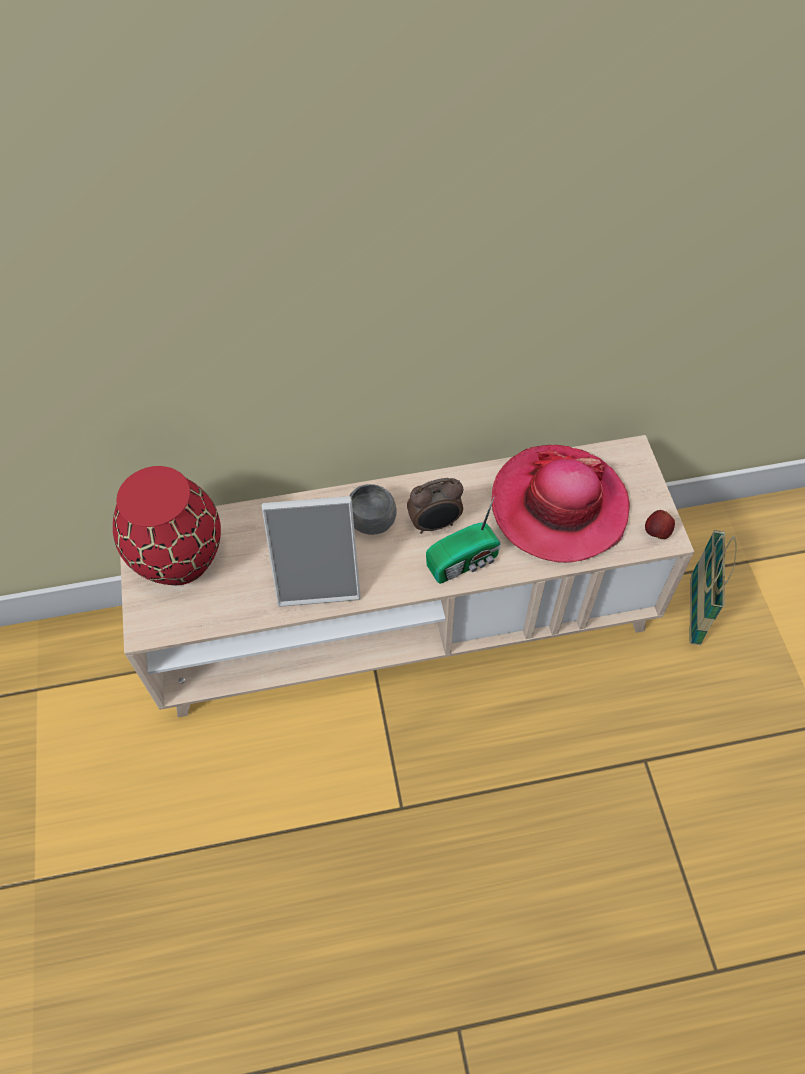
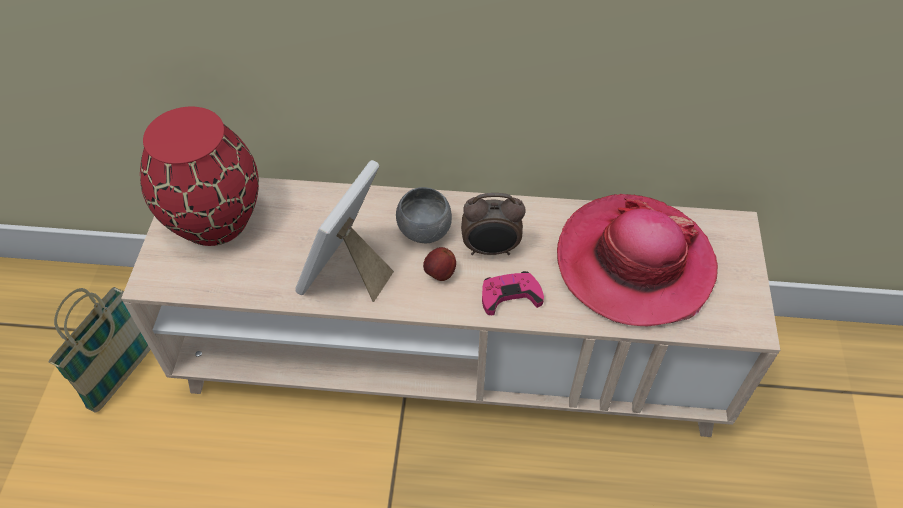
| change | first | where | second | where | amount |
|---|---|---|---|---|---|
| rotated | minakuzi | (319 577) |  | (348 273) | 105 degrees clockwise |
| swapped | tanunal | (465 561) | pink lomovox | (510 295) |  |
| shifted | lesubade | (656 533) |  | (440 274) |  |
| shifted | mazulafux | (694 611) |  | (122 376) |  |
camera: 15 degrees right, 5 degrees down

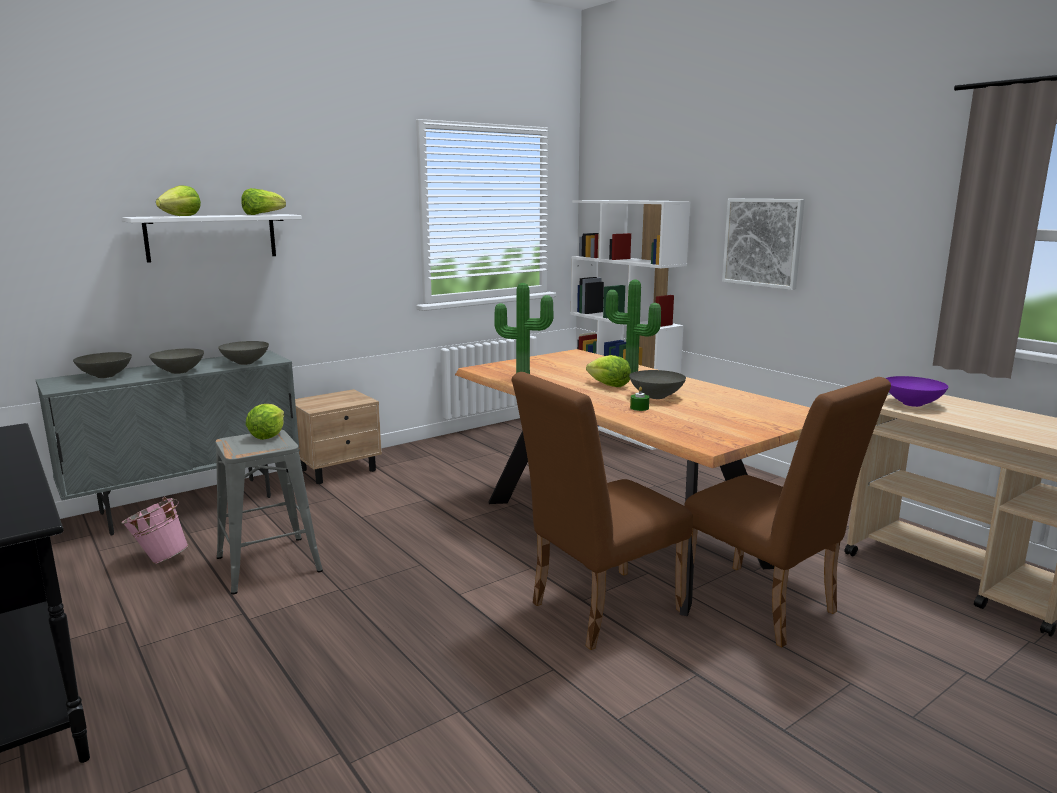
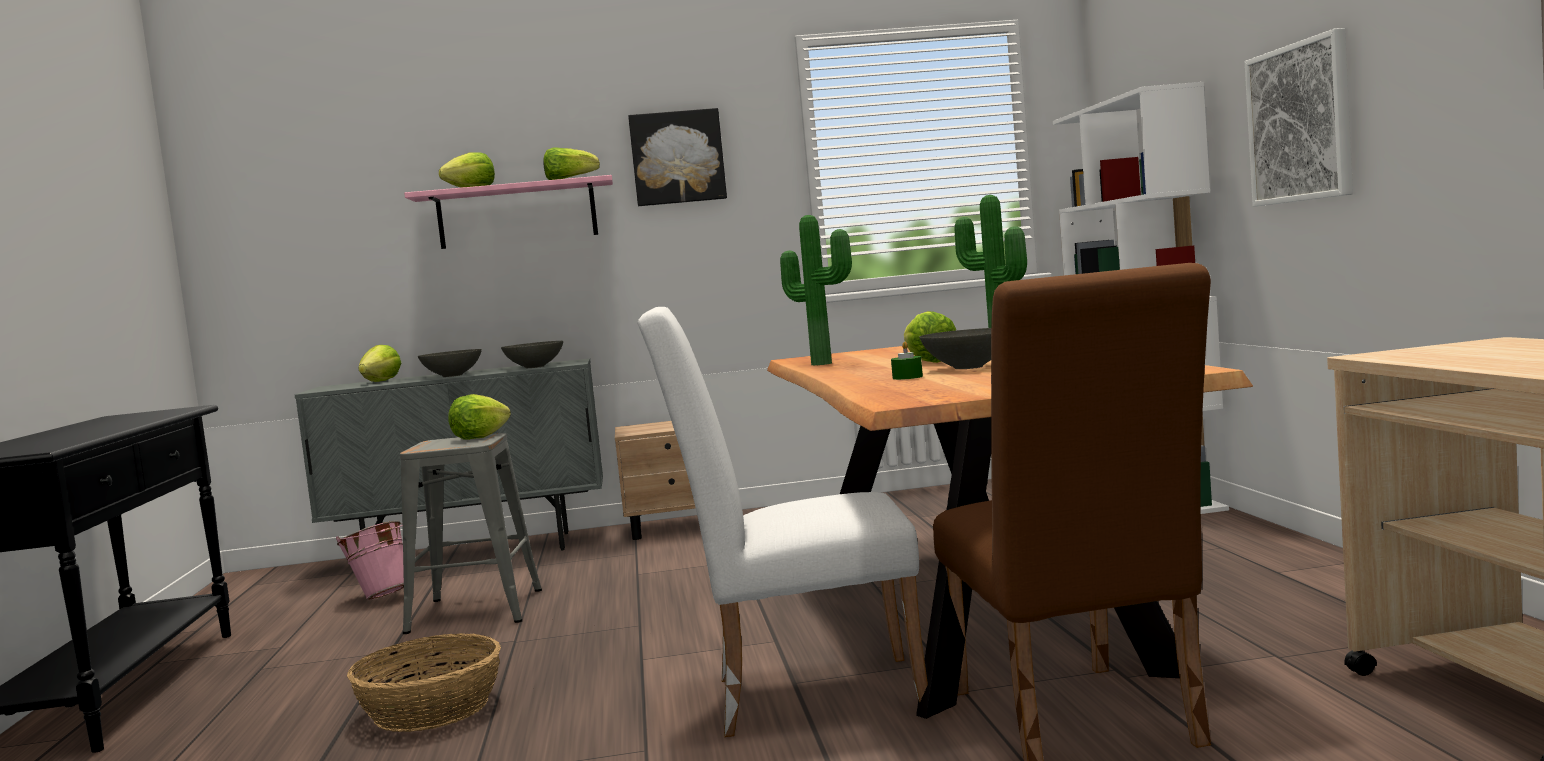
| change | first | where | second | where | amount |
|---|---|---|---|---|---|
| repainted | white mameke | (211 237) | pink mameke | (517 215) |  |
| swapped | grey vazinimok | (106 376) | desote | (380 381) |  |
| repainted | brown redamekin | (597 610) | white redamekin | (799 695) |  |
| gone | purple vazinimok | (911 404) |  |  |  |
| new |  |  | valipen | (677 157) |  |
| new |  |  | mazulafux | (433 709) |  |
camera: 30 degrees right, 10 degrees down

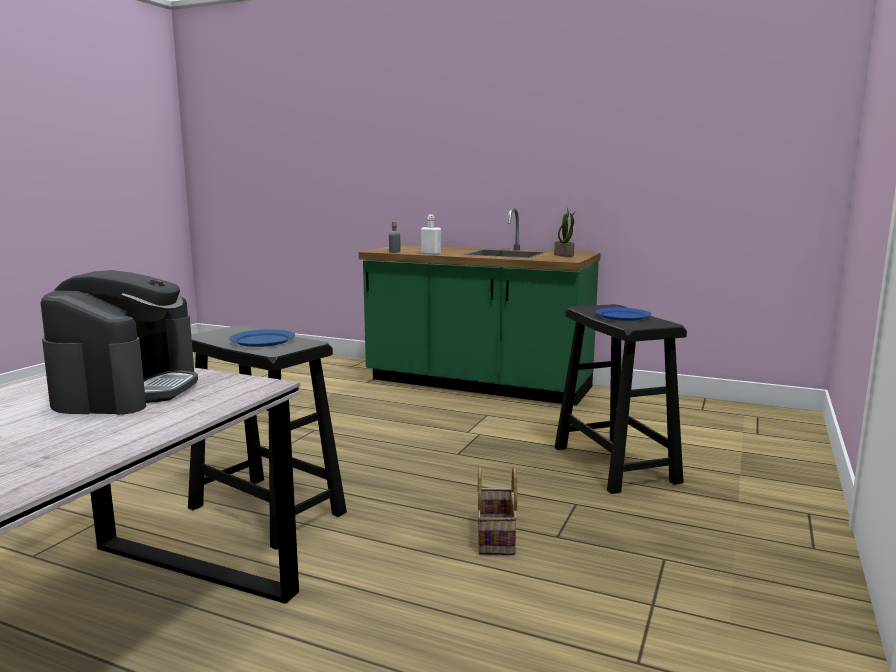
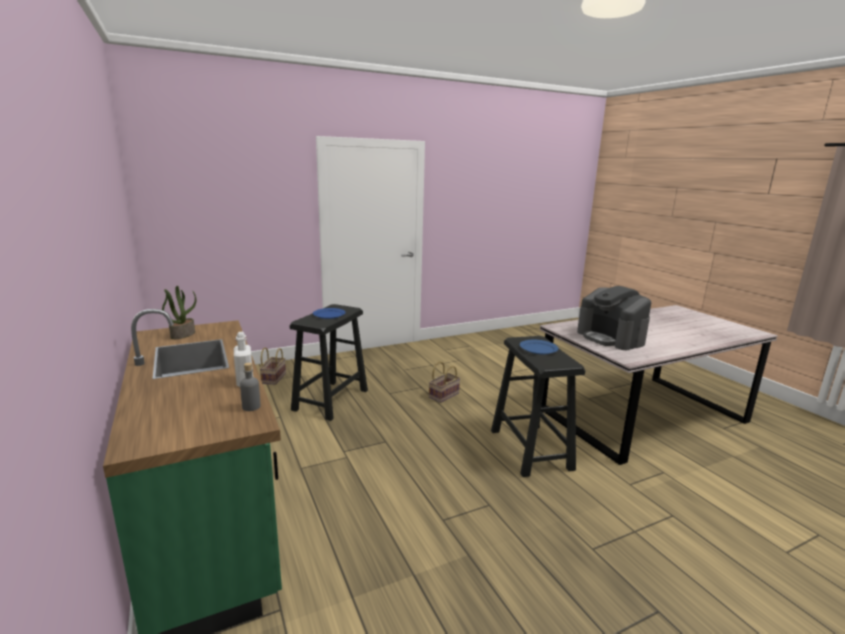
| change | first | where | second | where | amount |
|---|---|---|---|---|---|
| rotated | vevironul | (128 390) |  | (611 338) | 75 degrees counterclockwise |
| new |  |  | mazulafux | (273 378) |  |
camera: 140 degrees left, 5 degrees up

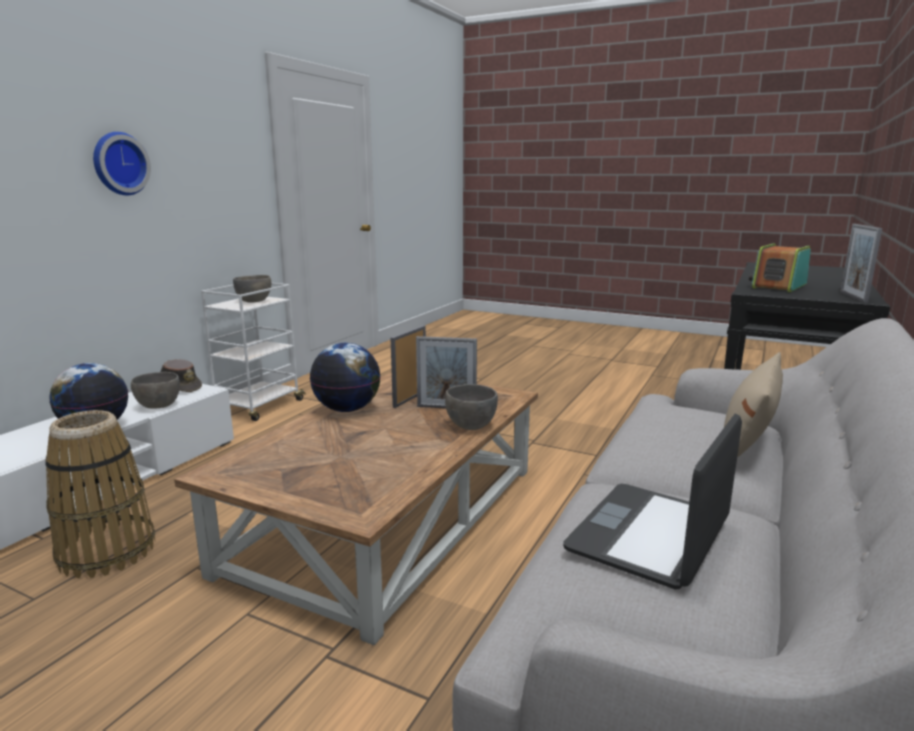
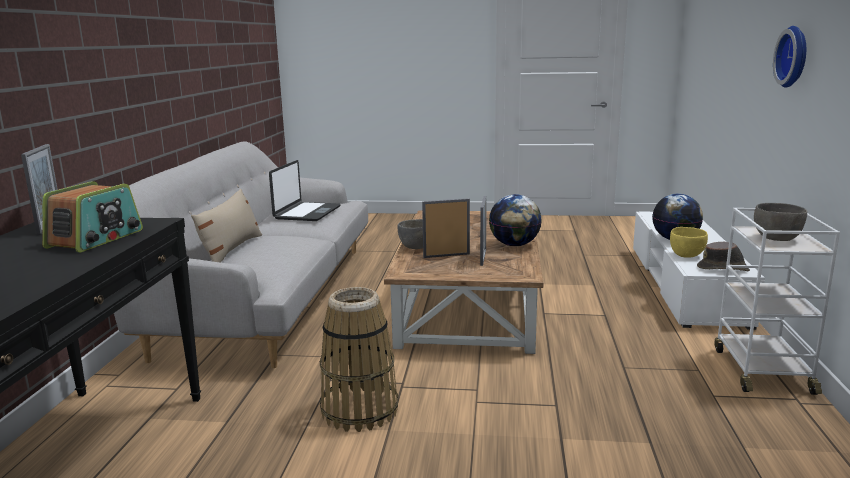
| change | first | where | second | where | amount |
|---|---|---|---|---|---|
| repainted | grey vazinimok | (158 406) | yellow vazinimok | (686 255) |  |
| shifted | mazulafux | (107 551) |  | (360 410) |  |
camera: 160 degrees right, 0 degrees up

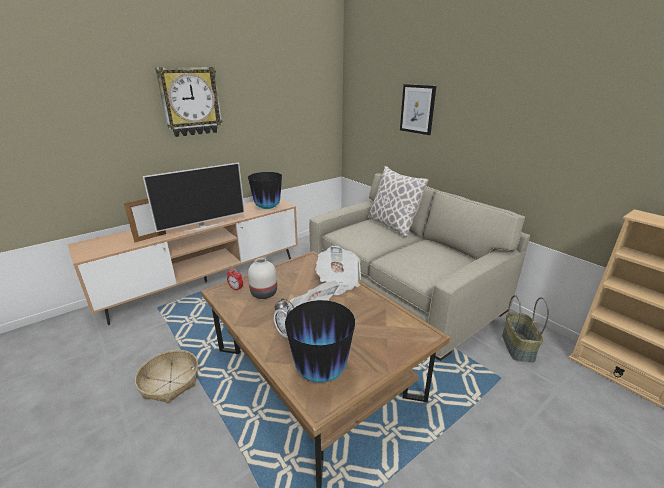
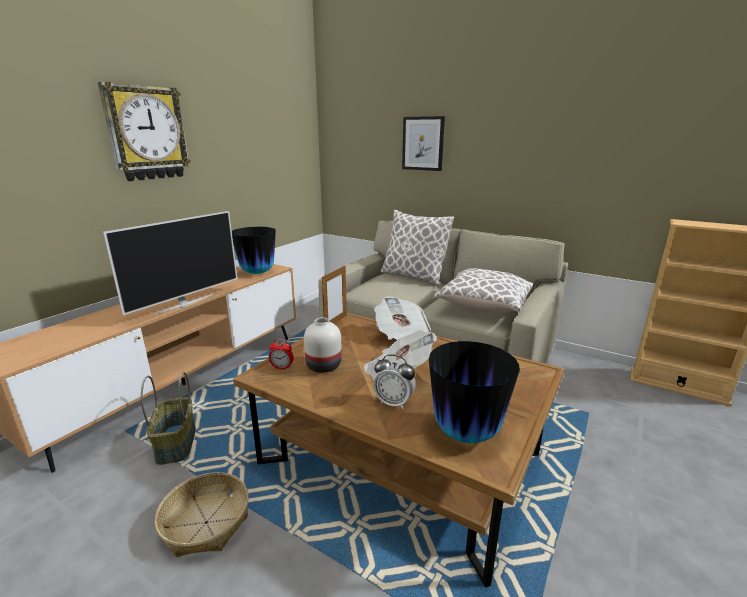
| change | first | where | second | where | amount |
|---|---|---|---|---|---|
| shifted | minakuzi | (150 238) |  | (335 322) |  |
| shifted | mazulafux | (518 347) |  | (177 444) |  |
| new |  |  | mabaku | (483 306) |  |
camera: 20 degrees left, 5 degrees down

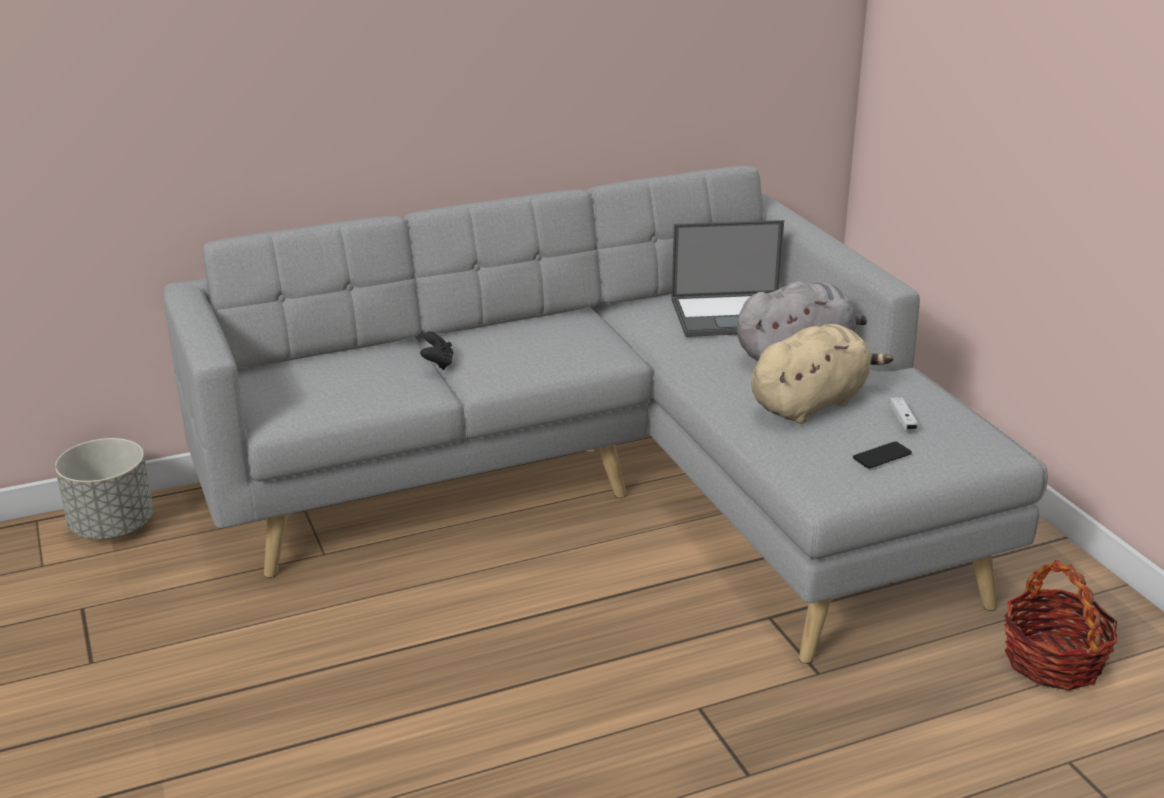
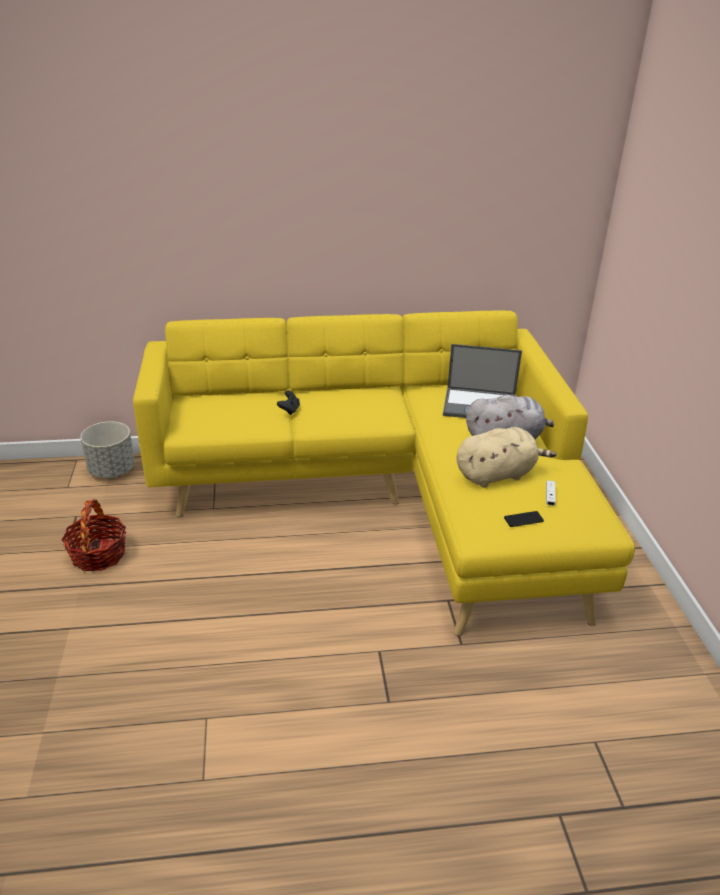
| change | first | where | second | where | amount |
|---|---|---|---|---|---|
| repainted | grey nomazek | (621 498) | yellow nomazek | (394 504) |  |
| shifted | mazulafux | (1052 661) |  | (98 554) |  |
camera: 15 degrees right, 5 degrees up

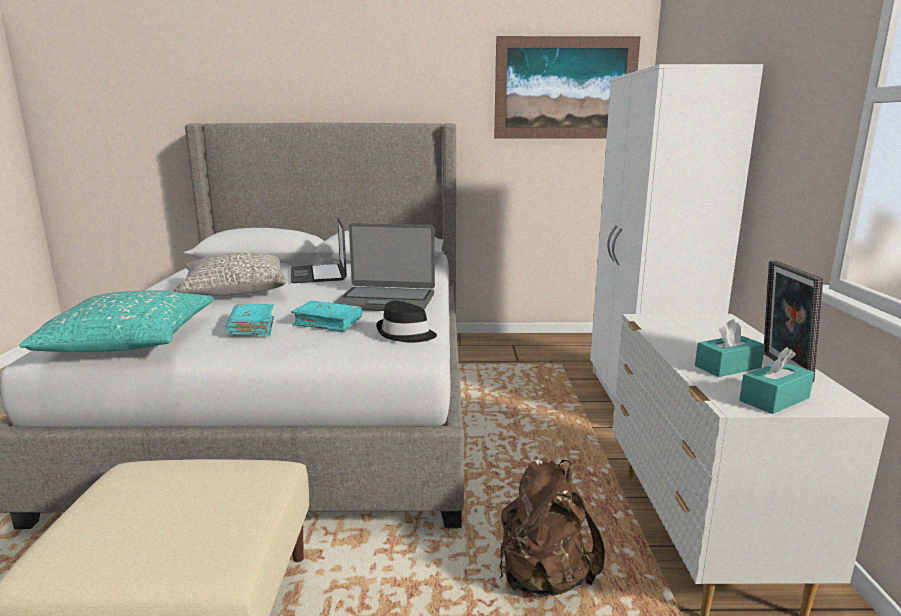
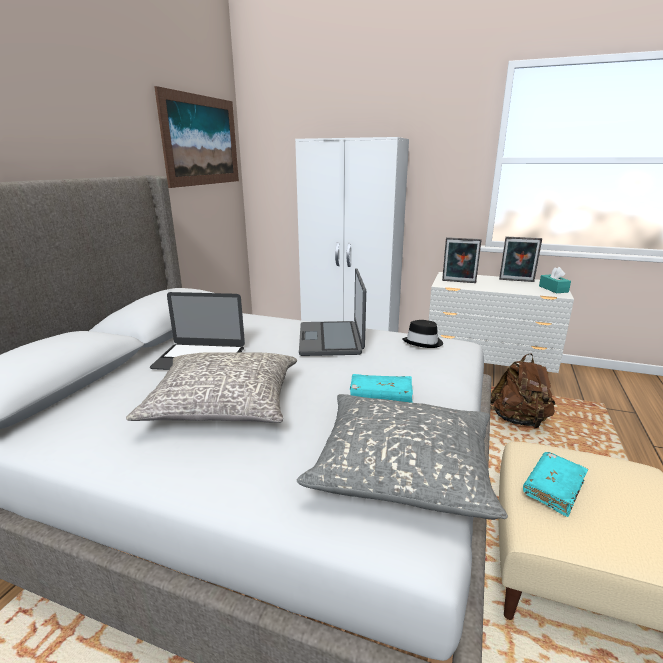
| change | first | where | second | where | amount |
|---|---|---|---|---|---|
| rotated | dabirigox | (386 301) |  | (331 339) | 150 degrees clockwise |
| repainted | turquoise mabaku | (131 342) | grey mabaku | (403 468) |  |
| shifted | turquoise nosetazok | (328 323) |  | (553 489) |  |
| gone | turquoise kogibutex | (727 367) |  |  |  |
| new |  |  | minakuzi | (458 282) |  |
camera: 70 degrees left, 5 degrees up

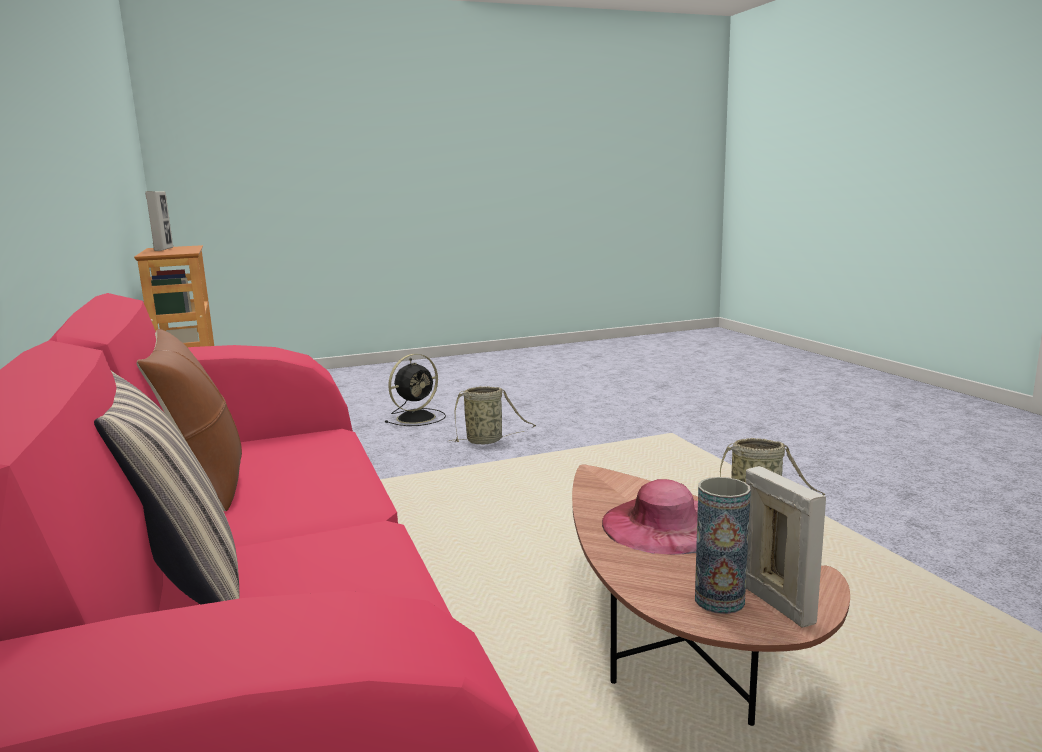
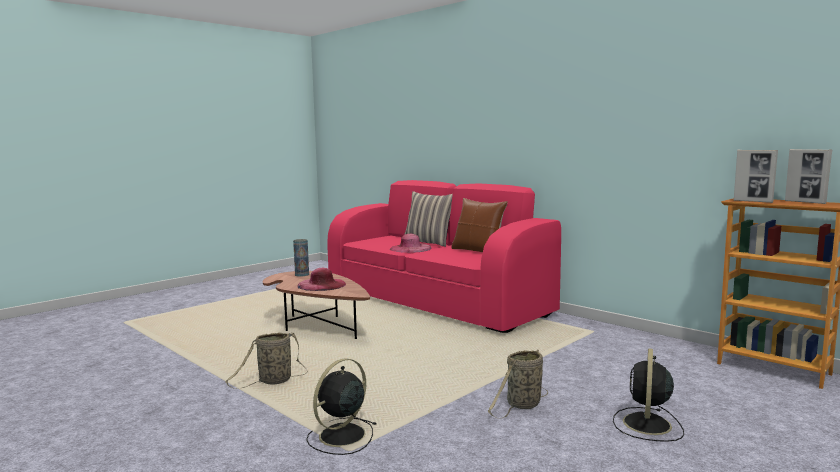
| change | first | where | second | where | amount |
|---|---|---|---|---|---|
| shifted | minakuzi | (776 604) |  | (753 201) |  |
| new |  |  | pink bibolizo | (410 248) |  |
| new |  |  | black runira | (341 436) |  |
camera: 155 degrees right, 5 degrees down

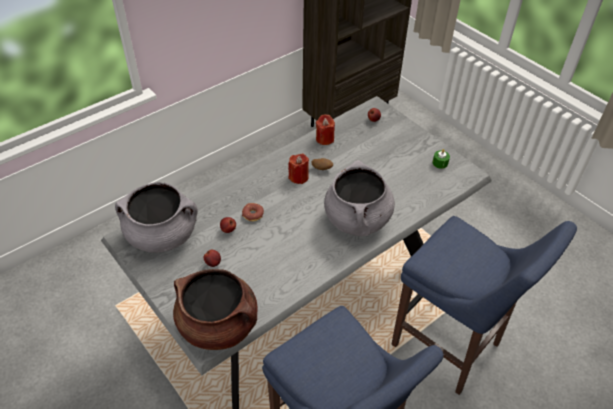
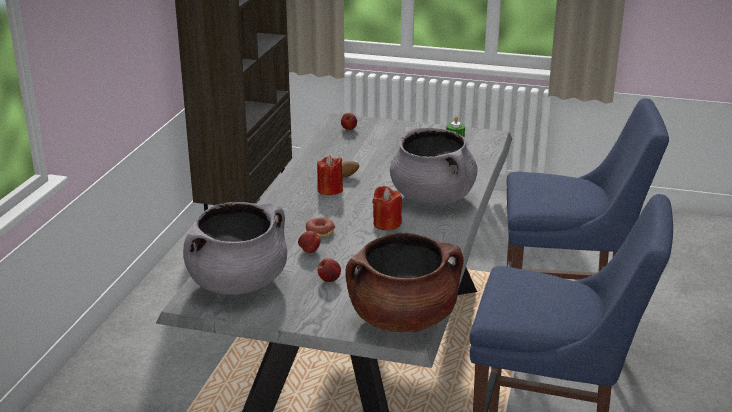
| change | first | where | second | where | amount |
|---|---|---|---|---|---|
| shifted | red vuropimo | (324 139) |  | (386 224) |  |
camera: 35 degrees left, 20 degrees down

